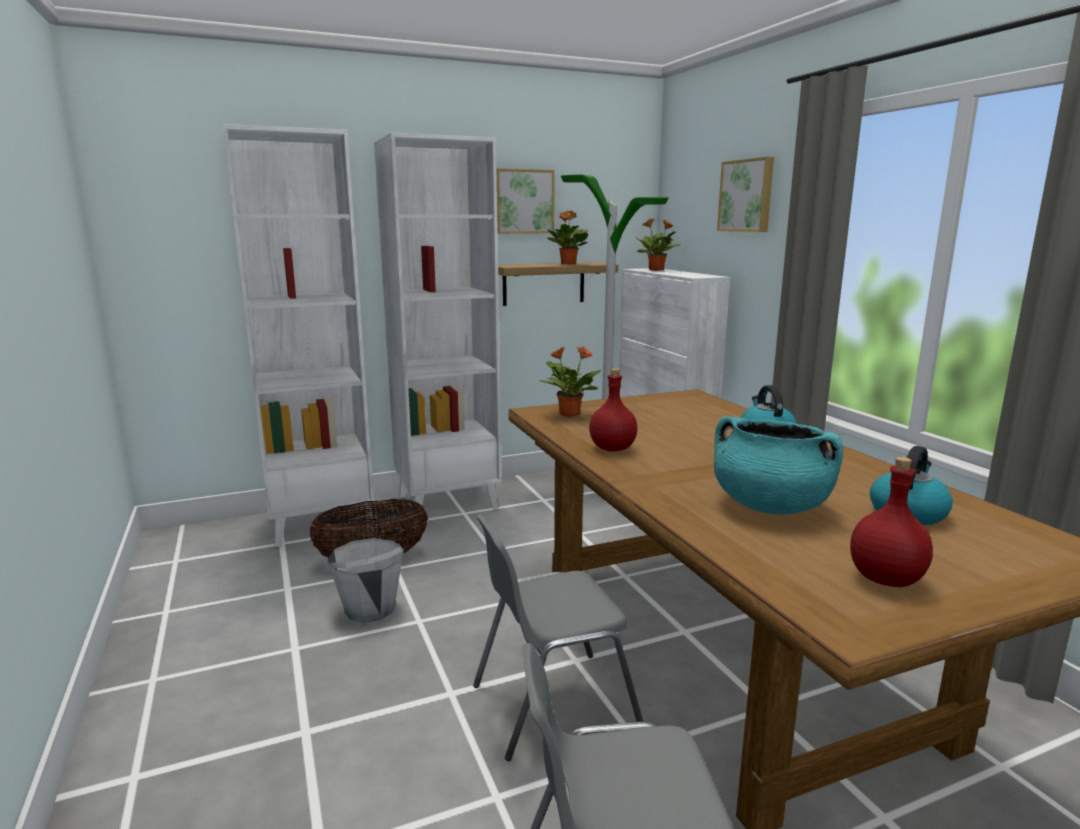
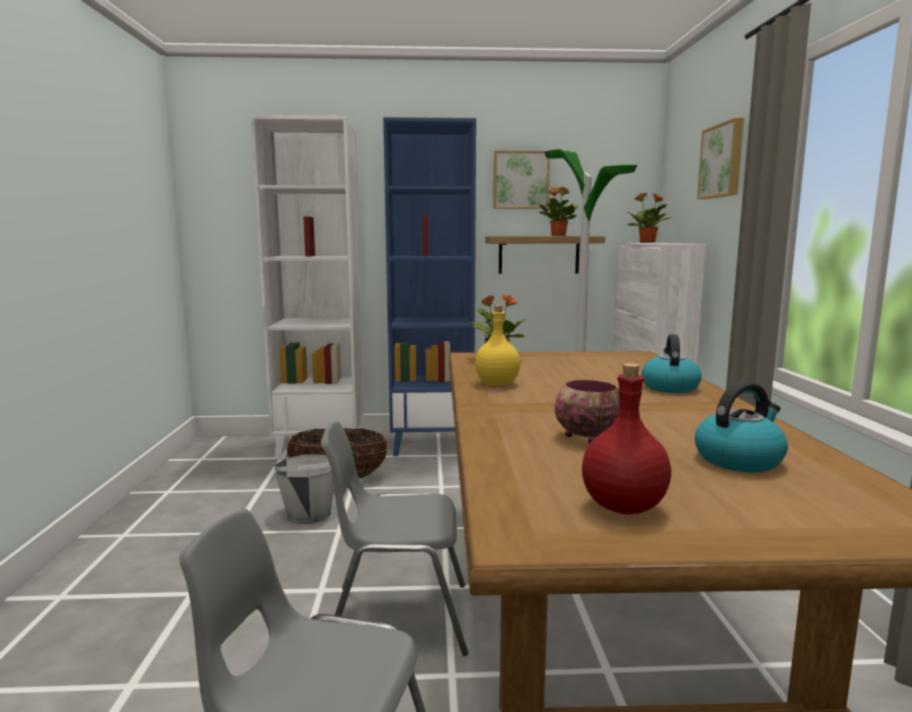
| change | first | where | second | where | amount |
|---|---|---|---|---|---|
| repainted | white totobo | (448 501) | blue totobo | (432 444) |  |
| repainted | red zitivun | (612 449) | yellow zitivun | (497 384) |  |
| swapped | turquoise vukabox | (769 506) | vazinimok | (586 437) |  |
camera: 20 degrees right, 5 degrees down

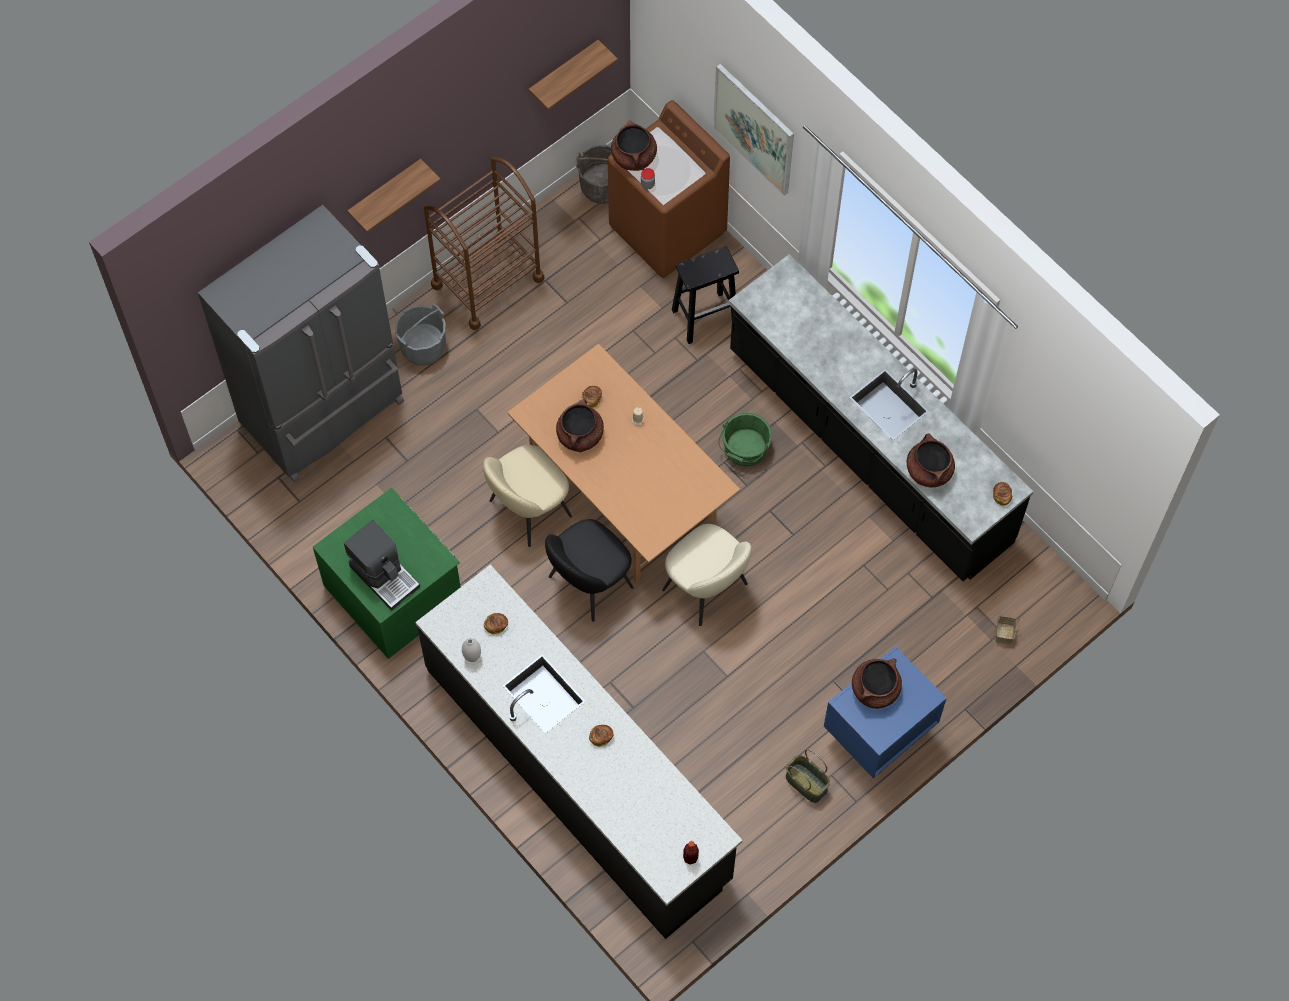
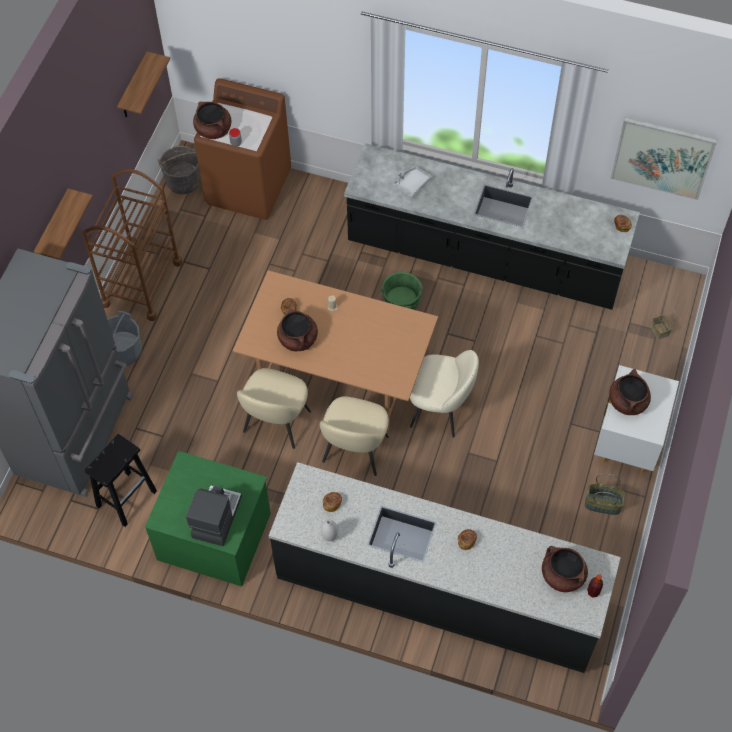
| change | first | where | second | where | amount |
|---|---|---|---|---|---|
| shifted | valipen | (754 129) |  | (662 158) |  |
| shifted | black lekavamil | (705 317) |  | (127 498) |  |
| shifted | brown vukabox | (928 471) |  | (562 575) |  |
| repainted | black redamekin | (588 583) | beige redamekin | (354 451) |  |
| rotated | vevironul | (385 575) |  | (216 517) | 90 degrees counterclockwise |
| repainted | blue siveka | (878 735) | white siveka | (627 444) |  |
| new |  |  | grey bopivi | (411 184) |  |
camera: 30 degrees left, 5 degrees down

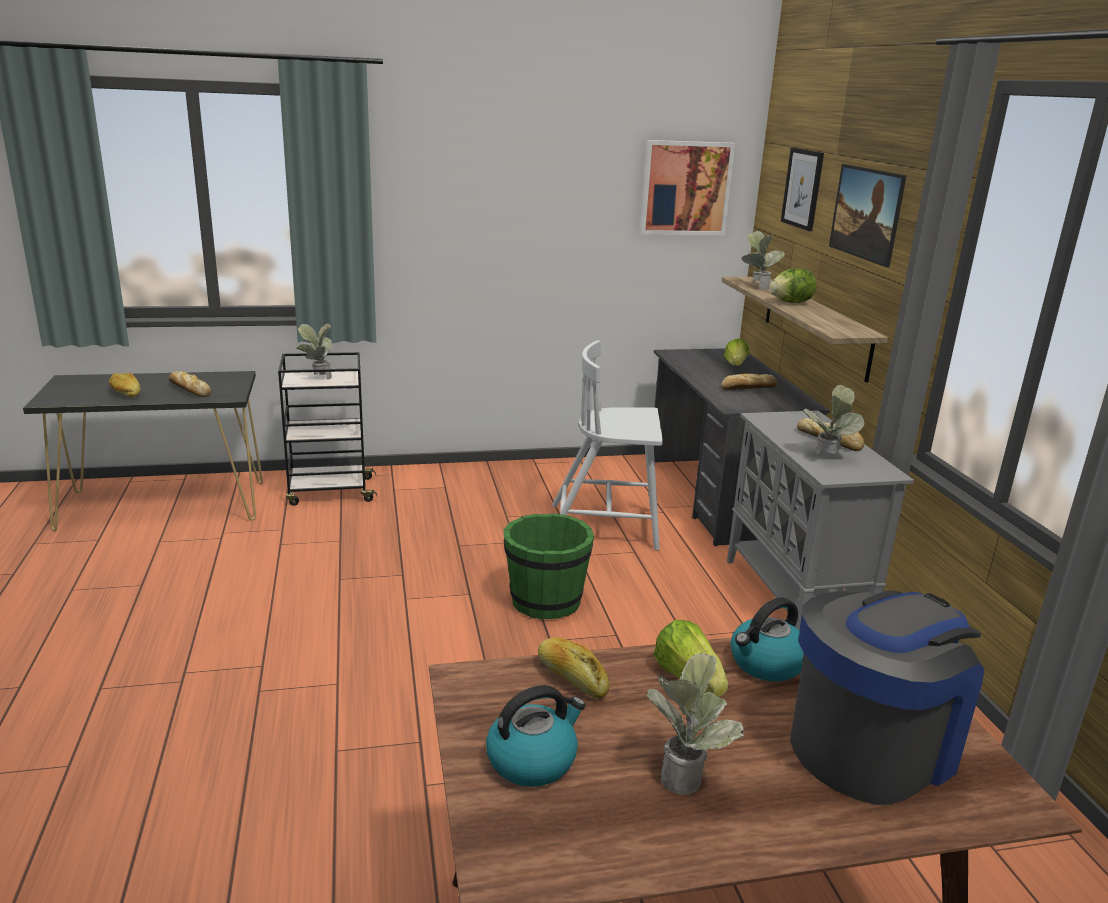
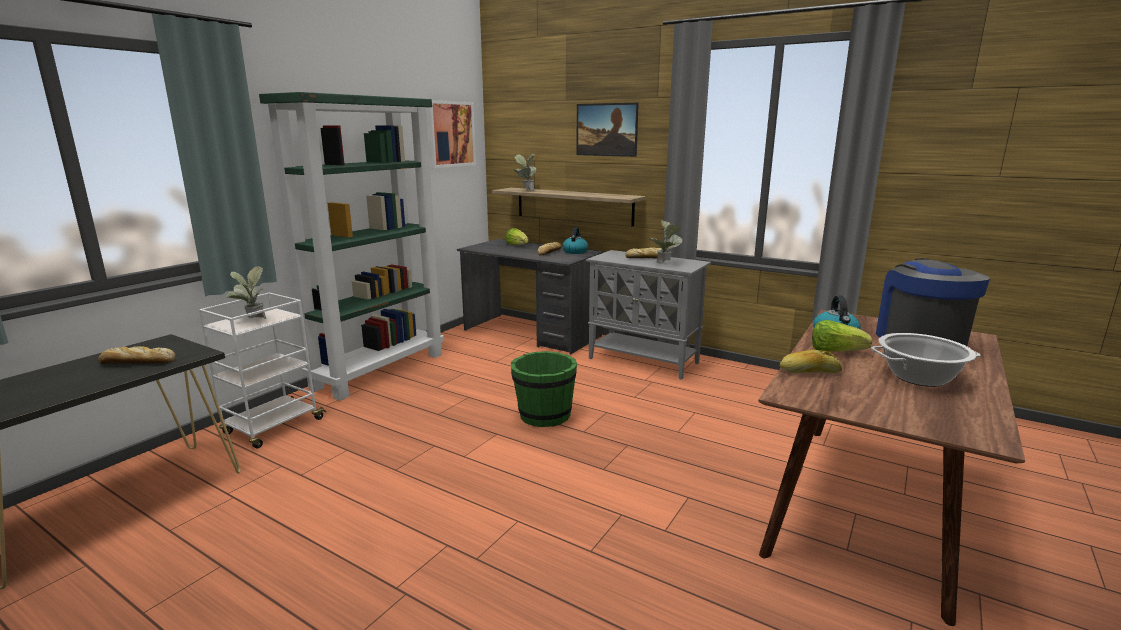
| change | first | where | second | where | amount |
|---|---|---|---|---|---|
| gone | valipen | (803 188) |  |  |  |
| gone | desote | (790 302) |  |  |  |
| gone | white redamekin | (606 526) |  |  |  |
| repainted | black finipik | (329 491) | white finipik | (272 427) |  |
| gone | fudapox | (125 393) |  |  |  |
| swapped | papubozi | (685 774) | vukabox | (919 377) |  |
| shifted | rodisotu | (532 759) |  | (575 251) |  |
| new |  |  | green totobo | (380 370) |  |
camera: 45 degrees left, 5 degrees down

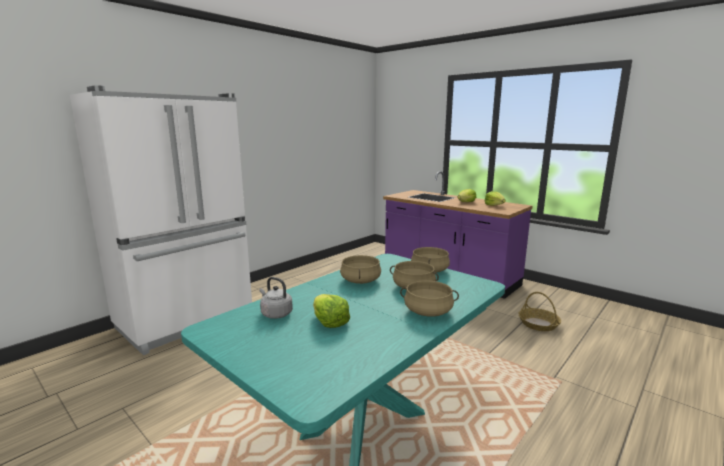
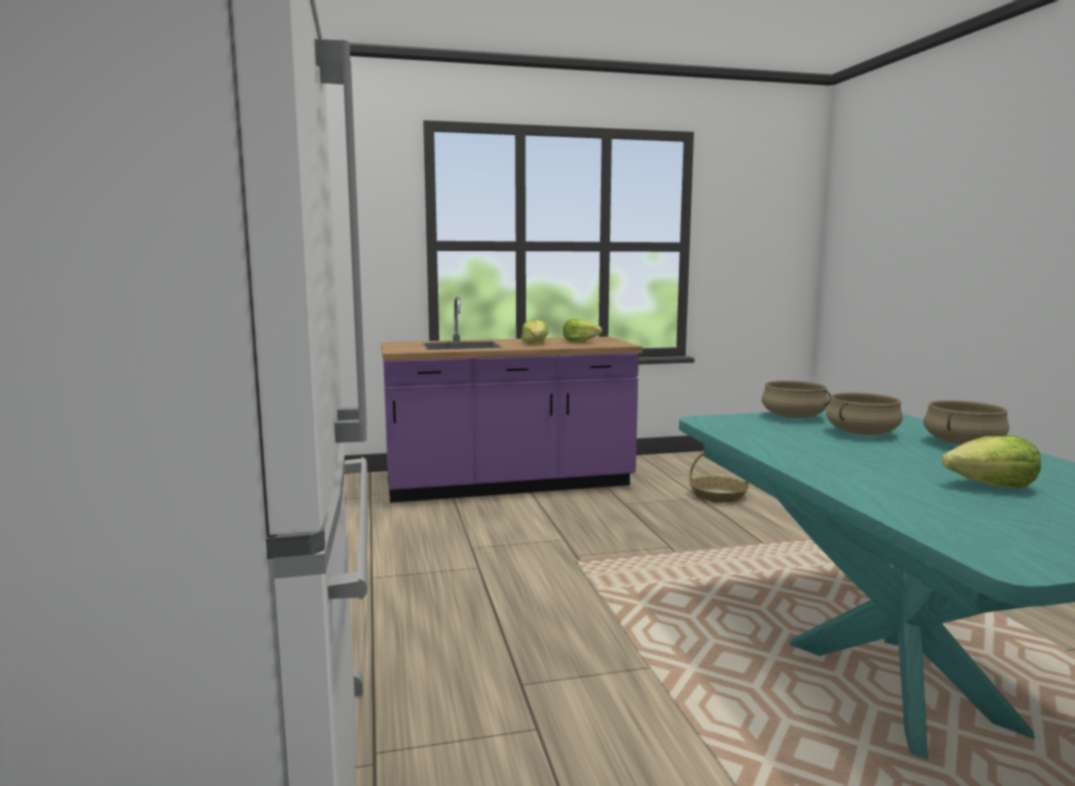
| change | first | where | second | where | amount |
|---|---|---|---|---|---|
| gone | beige vukabox | (360 281) |  |  |  |
| gone | grey rodisotu | (275 314) |  |  |  |
camera: 55 degrees left, 5 degrees down

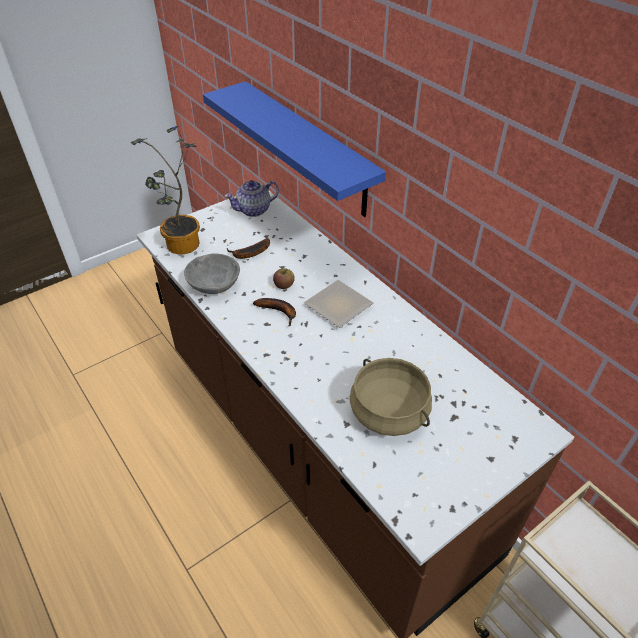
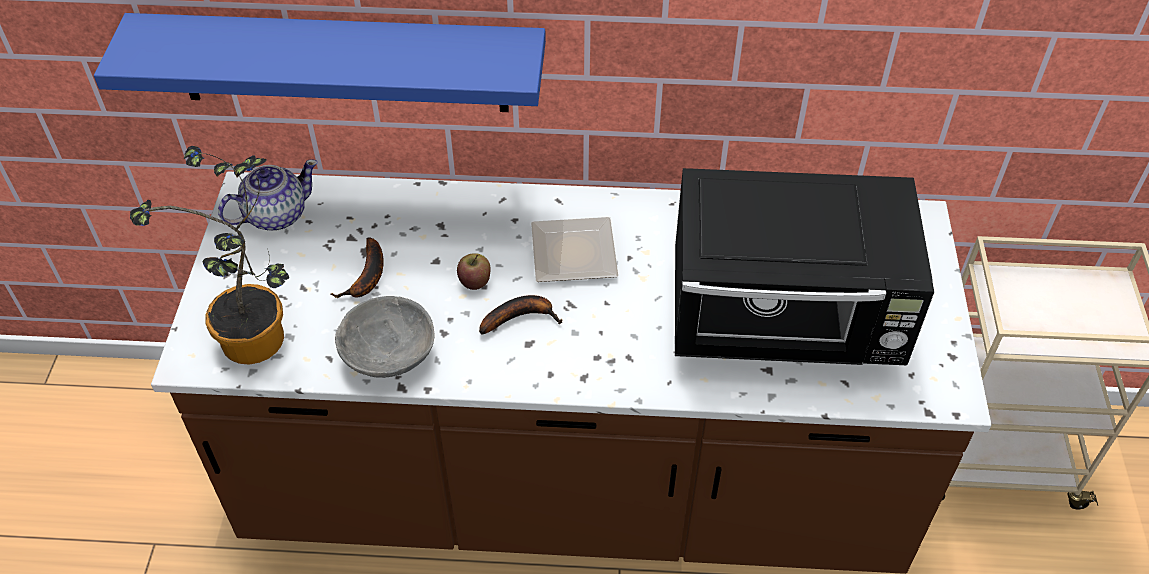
| change | first | where | second | where | amount |
|---|---|---|---|---|---|
| rotated | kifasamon | (254 210) |  | (275 215) | 135 degrees counterclockwise |
| swapped | beige vukabox | (389 412) | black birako | (786 320) |  |
camera: 50 degrees left, 5 degrees up

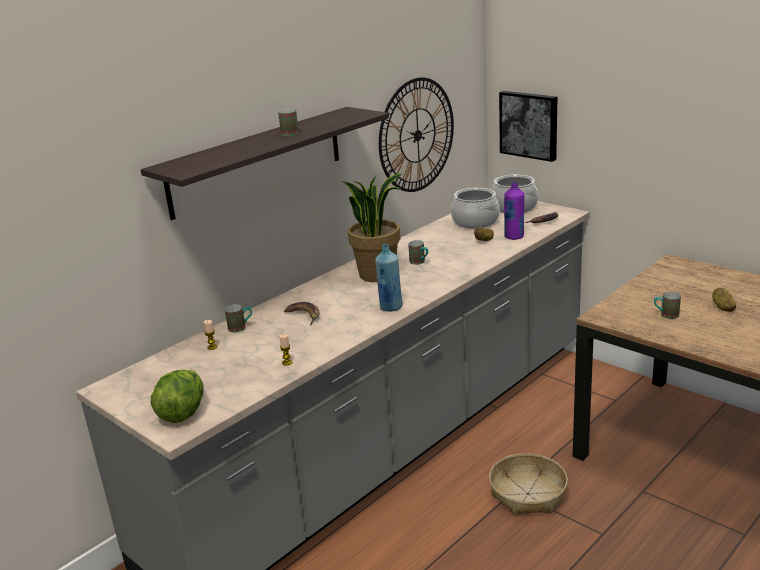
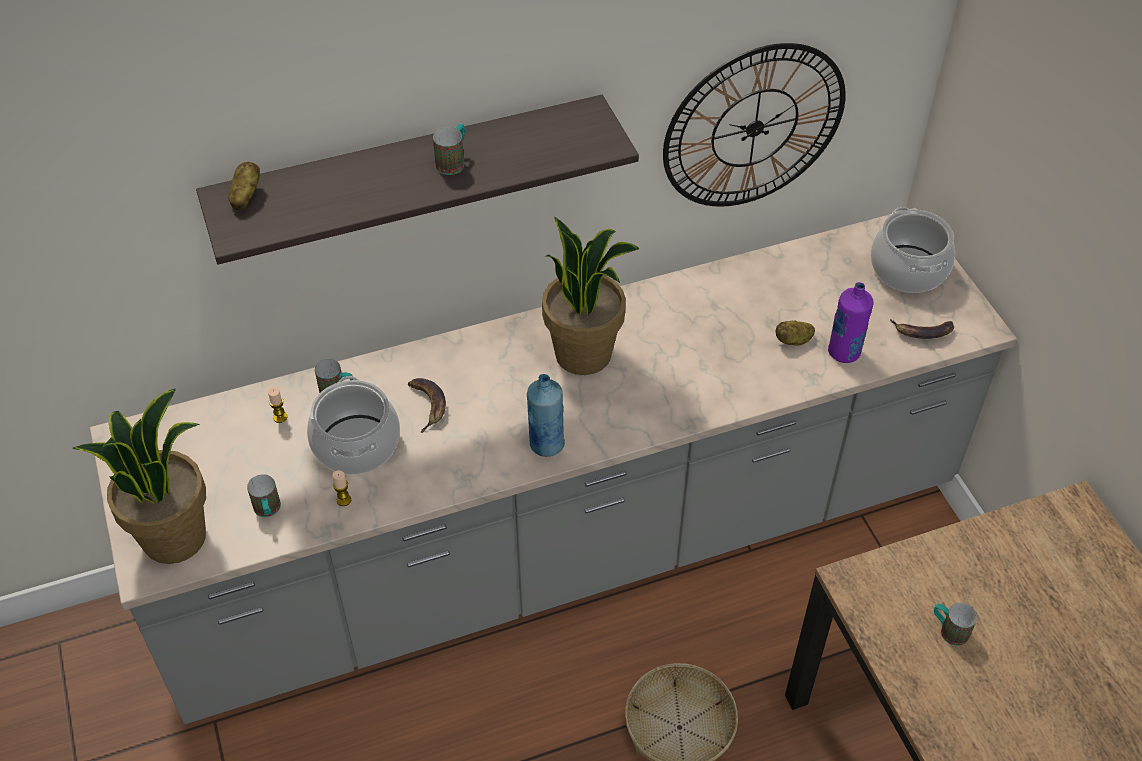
| change | first | where | second | where | amount |
|---|---|---|---|---|---|
| gone | valipen | (529 124) |  |  |  |
| shifted | vukabox | (475 222) |  | (355 444) |  |
| shifted | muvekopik | (419 262) |  | (268 511) |  |
| shifted | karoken | (722 307) |  | (245 196) |  |
| swapped | desote | (183 412) | papubozi | (174 536) |  |
camera: 25 degrees right, 25 degrees up

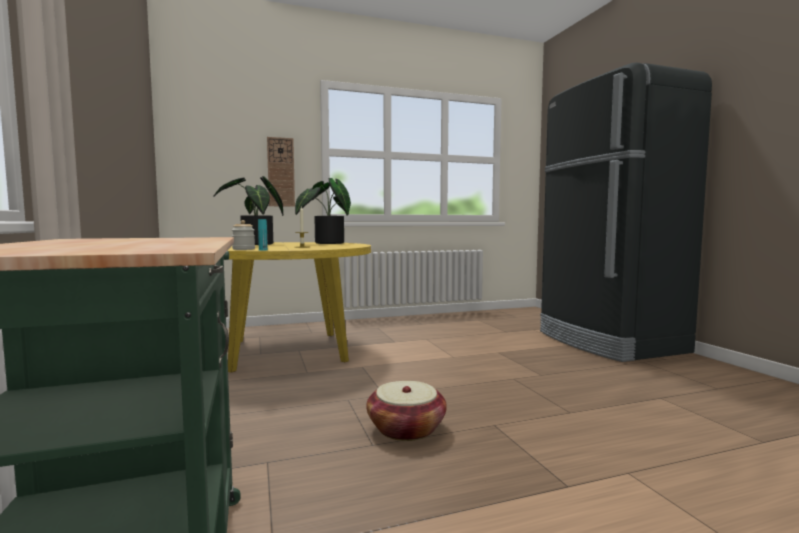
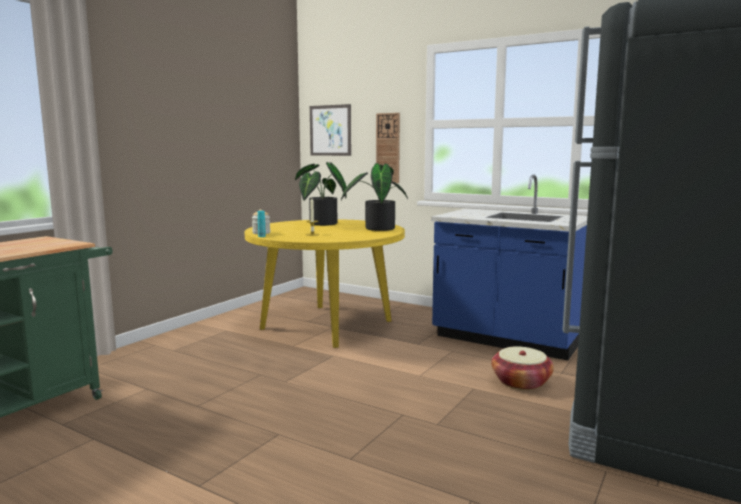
| change | first | where | second | where | amount |
|---|---|---|---|---|---|
| shifted | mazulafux | (406 429) |  | (521 382) |  |
| new |  |  | valipen | (330 130) |  |
| new |  |  | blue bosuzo | (507 339) |  |
camera: 50 degrees right, 5 degrees up

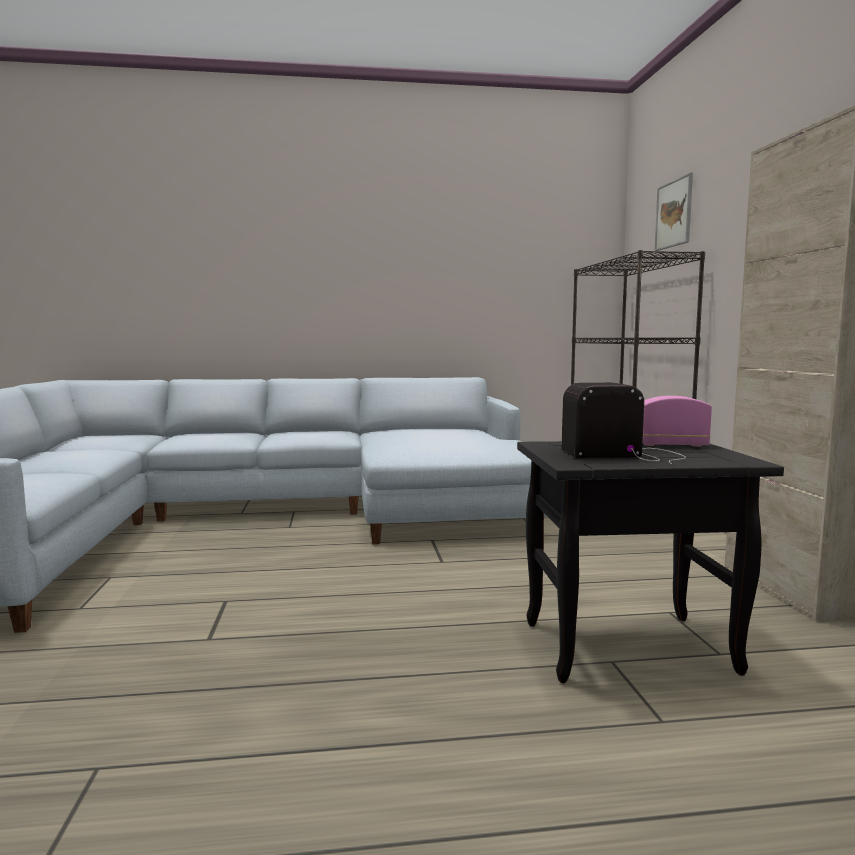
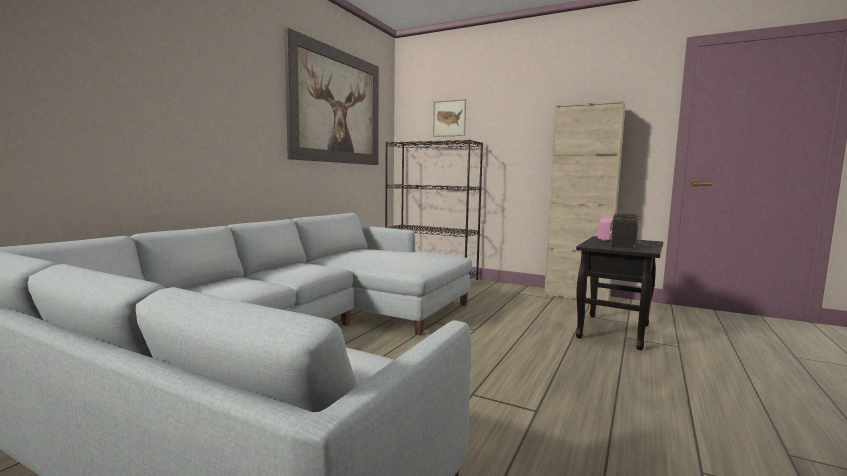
| change | first | where | second | where | amount |
|---|---|---|---|---|---|
| new |  |  | valipen | (337 107) |  |
camera: 55 degrees left, 0 degrees up

